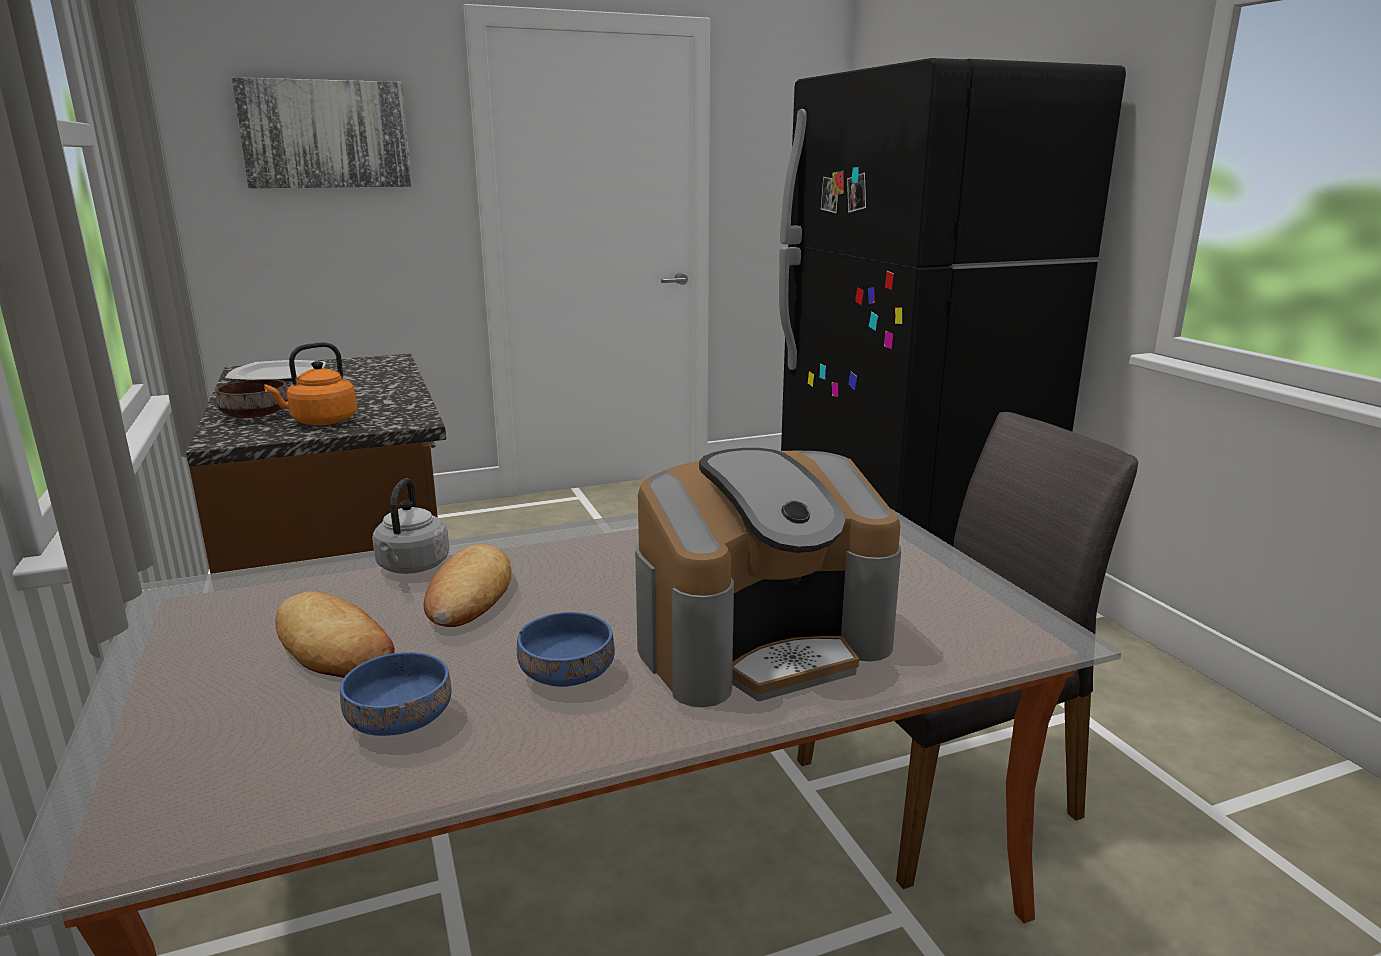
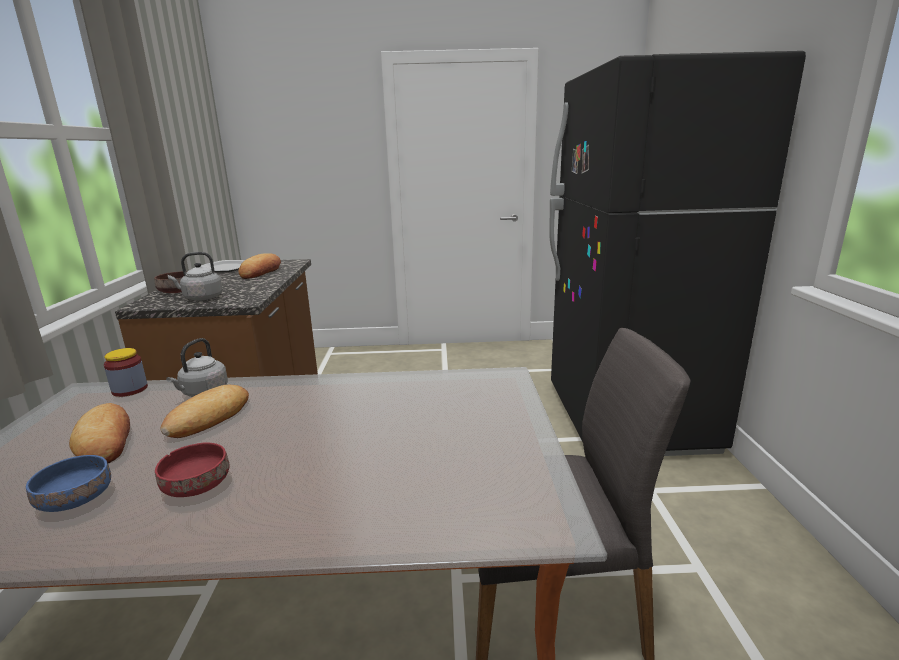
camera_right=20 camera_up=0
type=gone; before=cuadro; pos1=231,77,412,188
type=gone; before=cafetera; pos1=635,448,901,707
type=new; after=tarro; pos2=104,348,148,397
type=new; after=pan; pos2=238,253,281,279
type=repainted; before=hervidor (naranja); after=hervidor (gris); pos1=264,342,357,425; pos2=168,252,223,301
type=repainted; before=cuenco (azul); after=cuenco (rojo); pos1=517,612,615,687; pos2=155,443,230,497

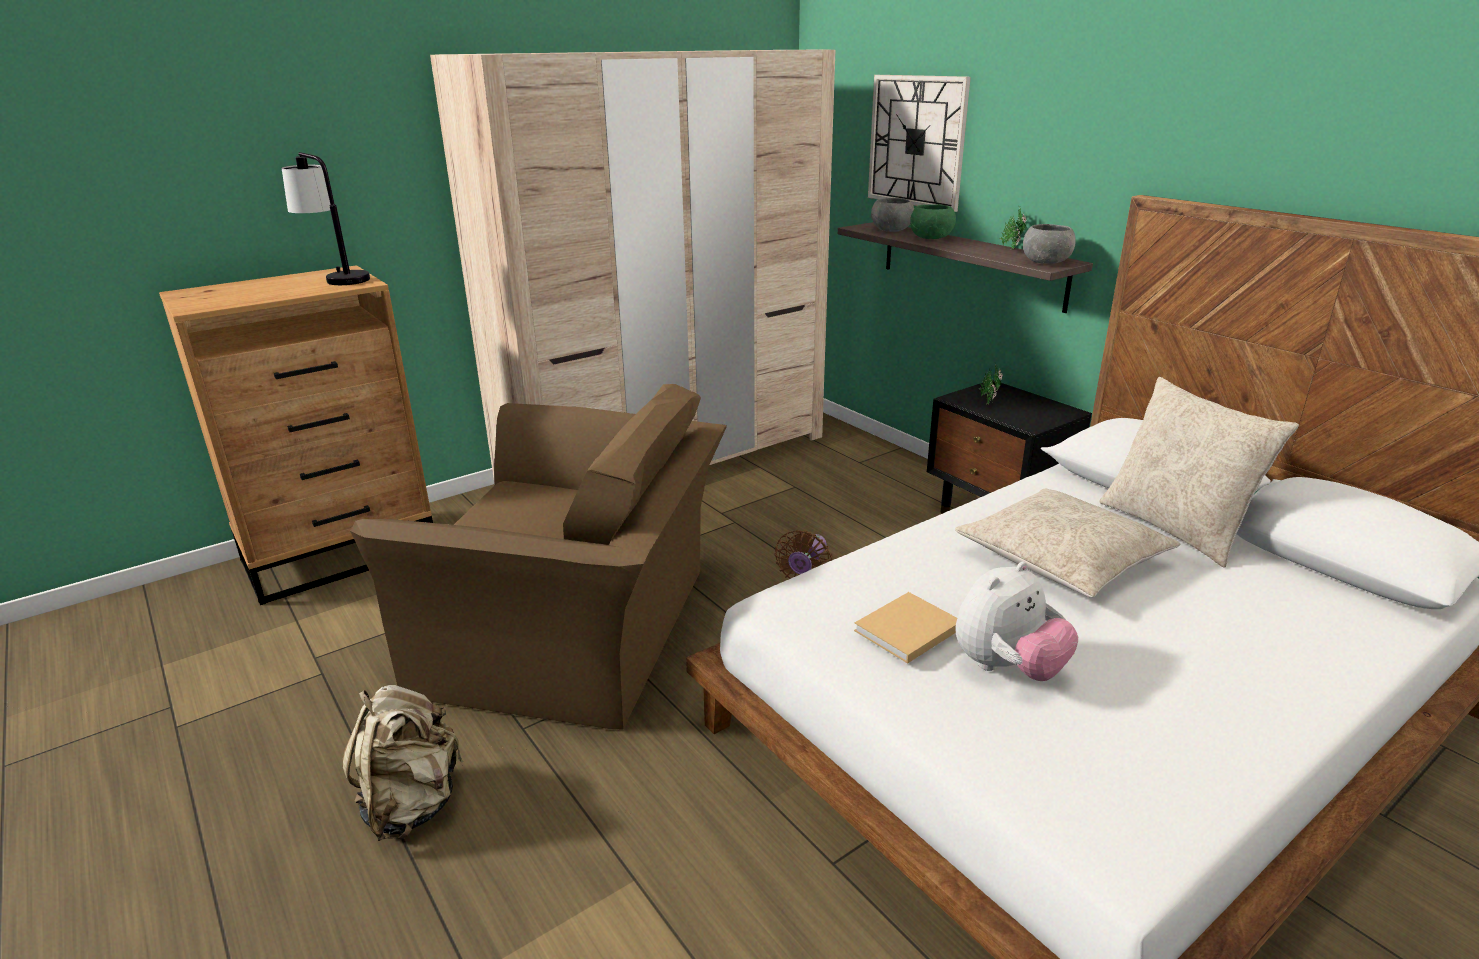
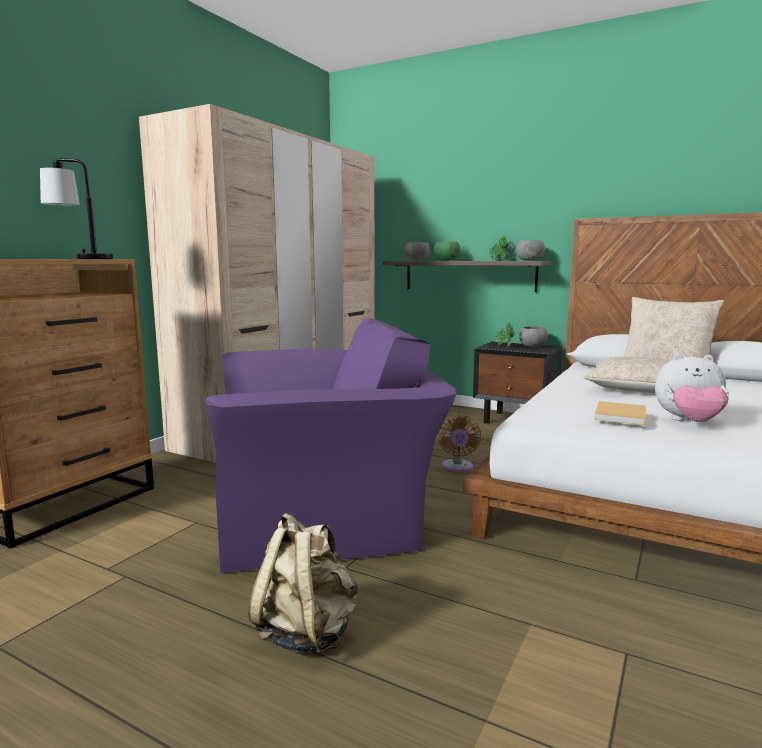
camera_right=-25 camera_up=-15
type=gone; before=reloj de pared; pos1=868,75,971,212
type=new; after=cuenco (gris); pos2=519,326,548,347
type=repainted; before=sillón (marrón); after=sillón (morado); pos1=350,384,727,730; pos2=205,318,456,573
type=rotated; before=peluche; pos1=955,561,1078,681; pos2=655,354,729,422; turn=75

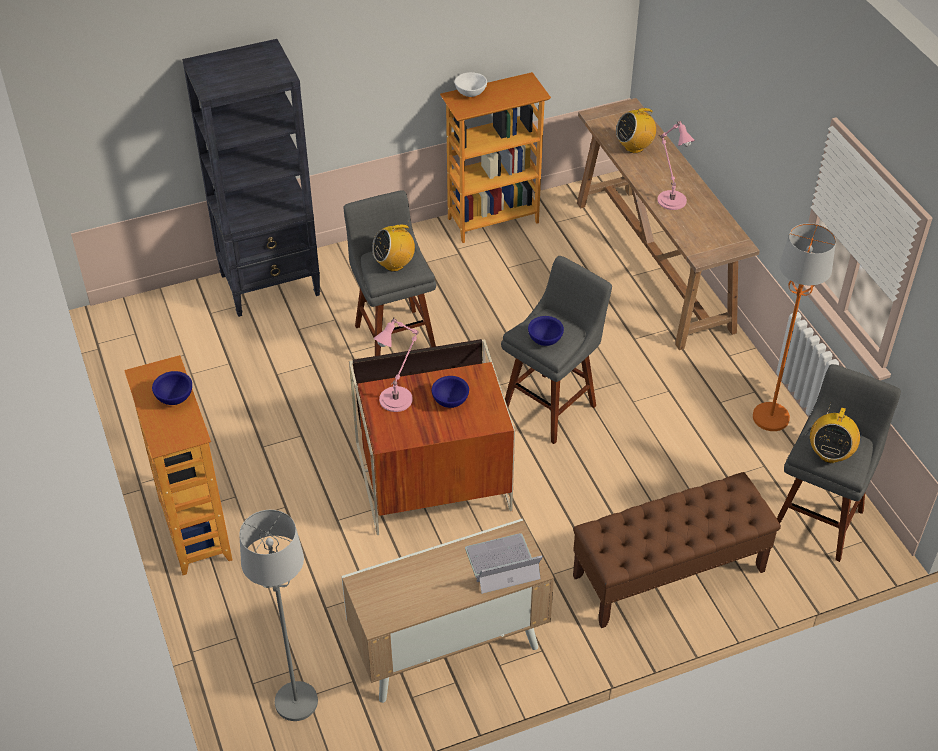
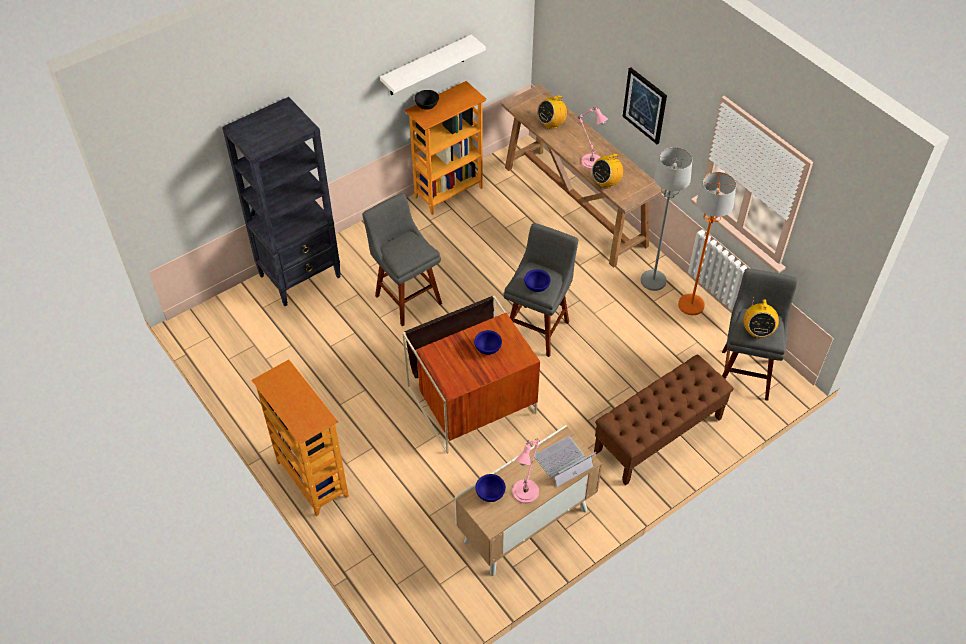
camera_right=-15 camera_up=5
type=new; after=estante (blanco); pos2=380,35,486,95
type=new; after=cuadro; pos2=622,68,667,144
type=shifted; before=cuenco (azul); pos1=152,371,192,405; pos2=475,474,506,502
type=shifted; before=lámpara de pie (gris); pos1=239,510,318,721; pos2=641,147,692,291
type=shifted; before=radio; pos1=372,223,415,272; pos2=592,150,623,189
type=shifted; before=lámpara de mesa (rosa); pos1=374,317,419,412; pos2=512,438,540,503
type=repainted; before=cuenco (blanco); after=cuenco (negro); pos1=455,72,487,97; pos2=415,90,439,110

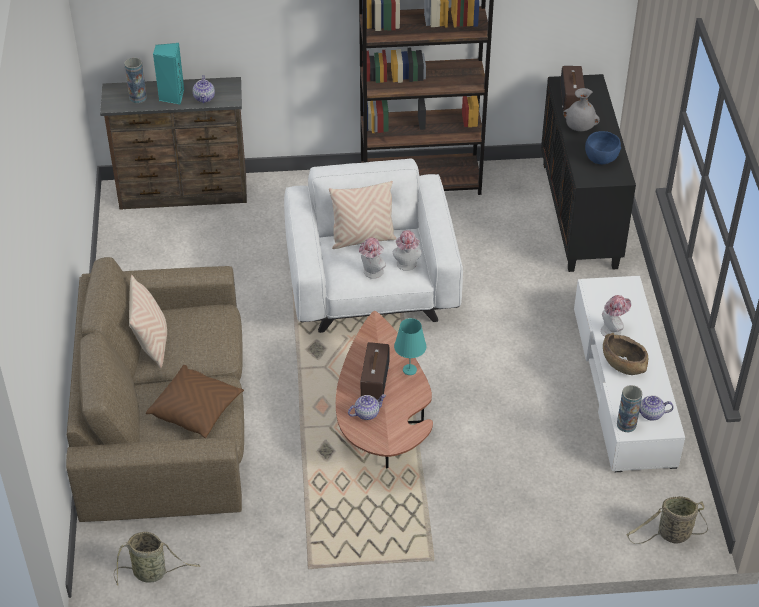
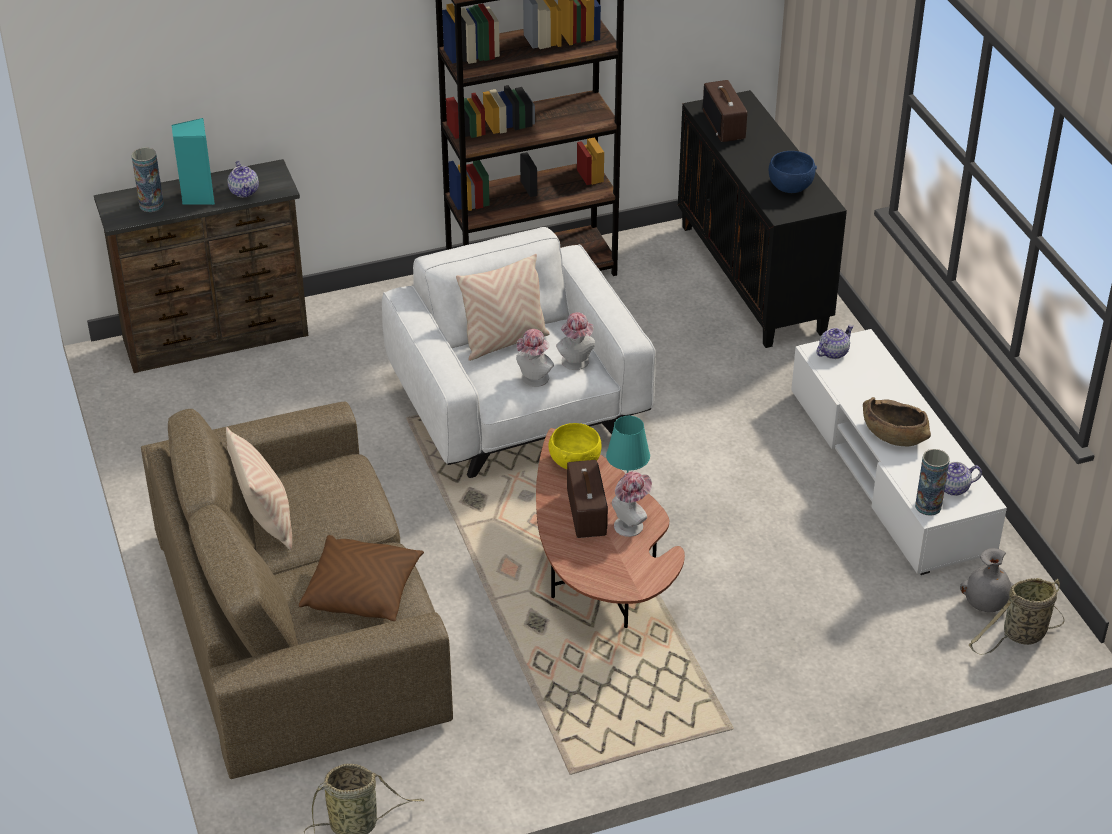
camera_right=-15 camera_up=-5
type=new; after=cuenco (amarillo); pos2=549,423,601,469
type=shifted; before=tetera; pos1=348,394,386,420; pos2=816,325,854,359
type=shifted; before=florero (gris); pos1=563,88,600,131; pos2=960,548,1014,612
type=shifted; before=sombrero; pos1=601,295,631,337; pos2=612,471,652,537

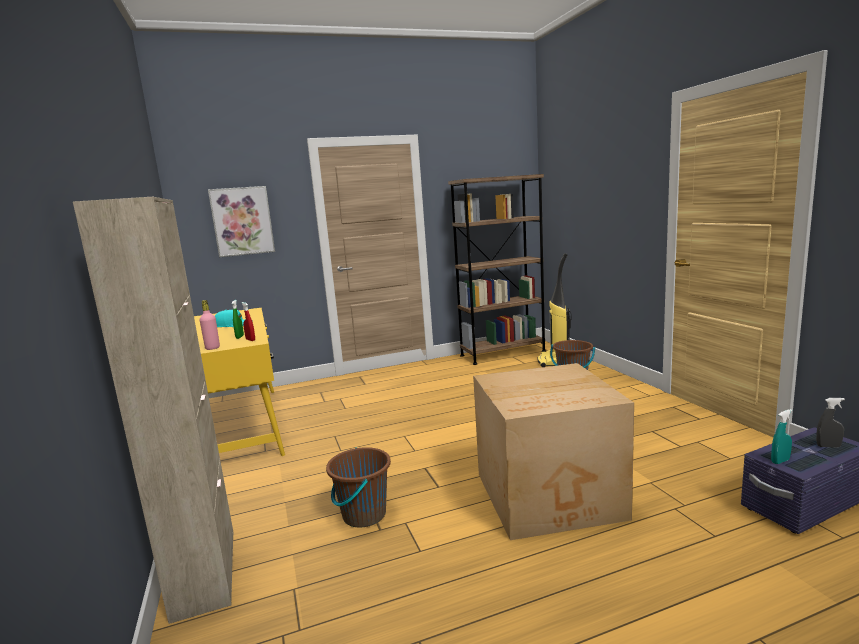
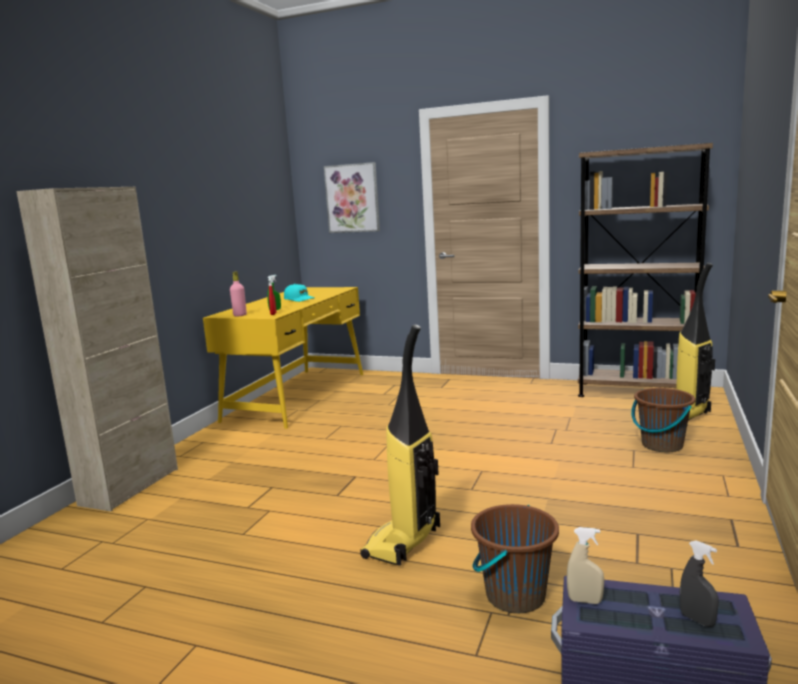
camera_right=40 camera_up=0
type=shifted; before=cubo (marrón); pos1=326,447,391,528; pos2=471,504,559,613
type=swapped; before=caja de cartón; after=aspiradora; pos1=473,363,634,540; pos2=360,325,440,566
type=repainted; before=pulverizador (turquesa); after=pulverizador (beis); pos1=771,409,792,464; pos2=567,527,604,604

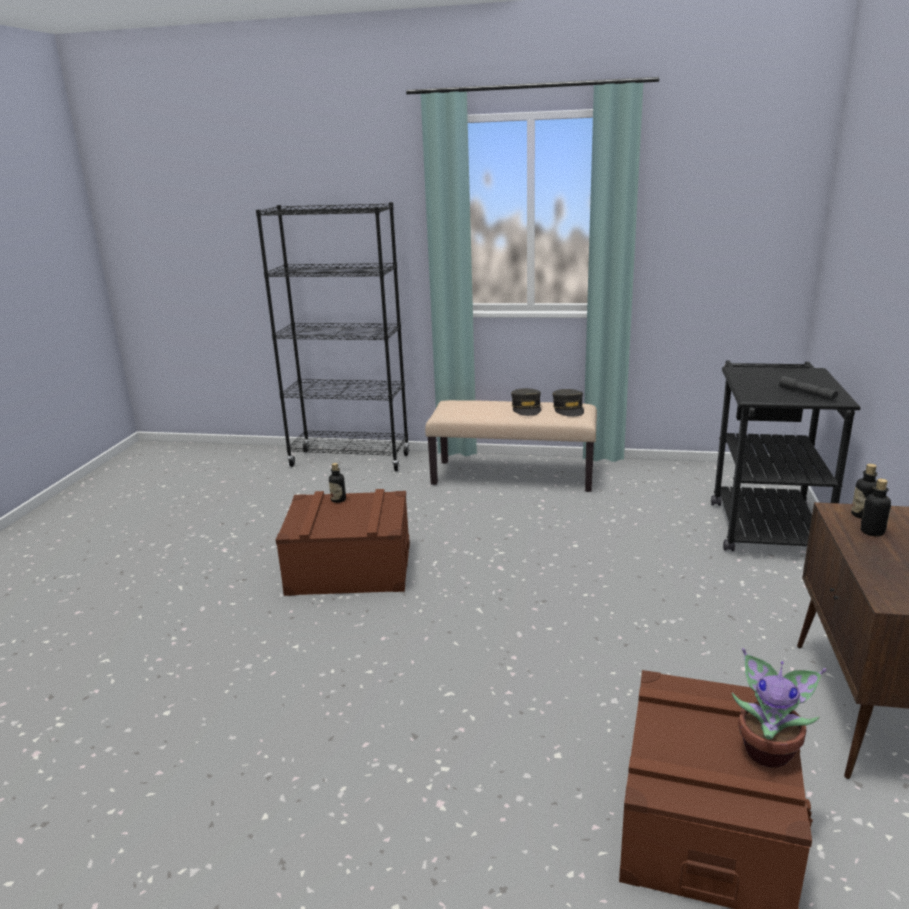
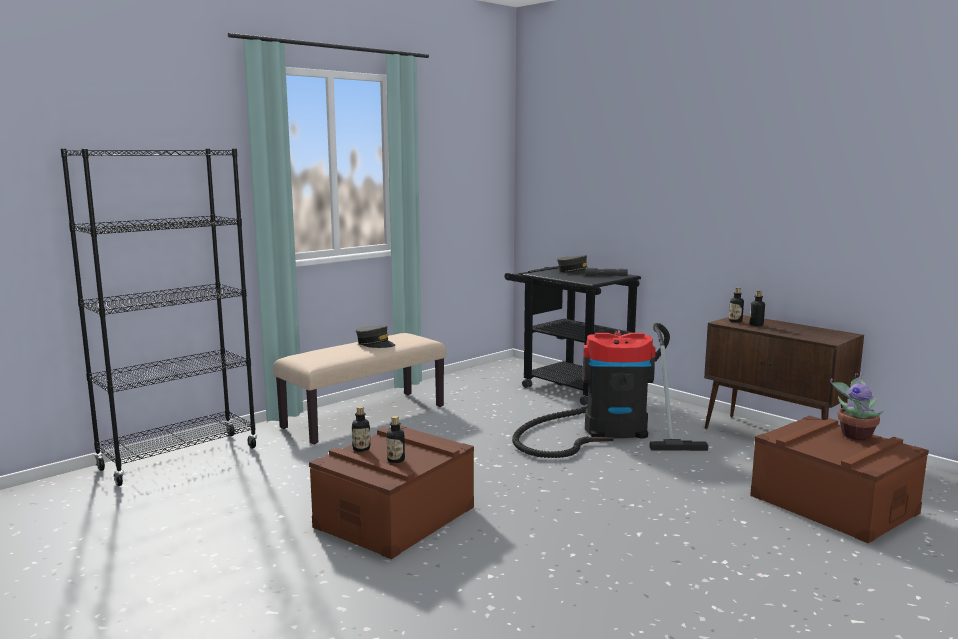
camera_right=-55 camera_up=-10
type=new; after=botella; pos2=387,416,405,463
type=new; after=aspiradora; pos2=512,323,708,458
type=shifted; before=gorra (gris); pos1=553,389,584,417; pos2=557,255,587,274

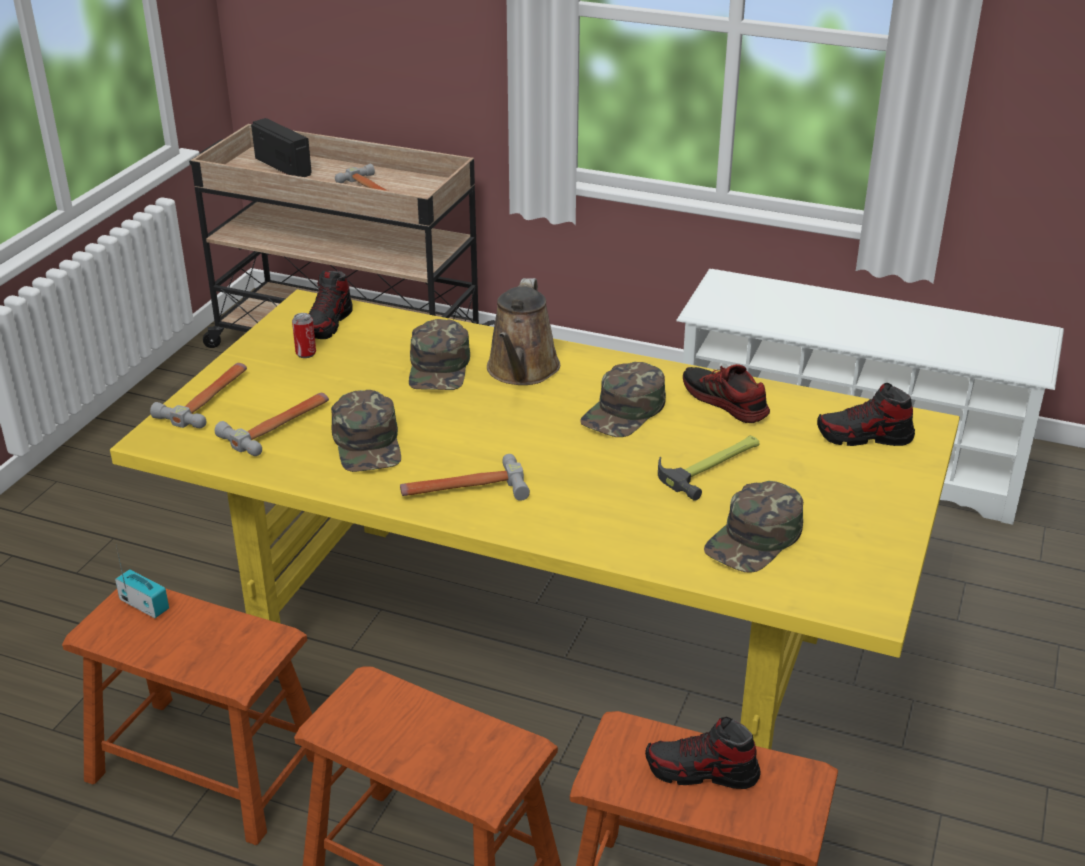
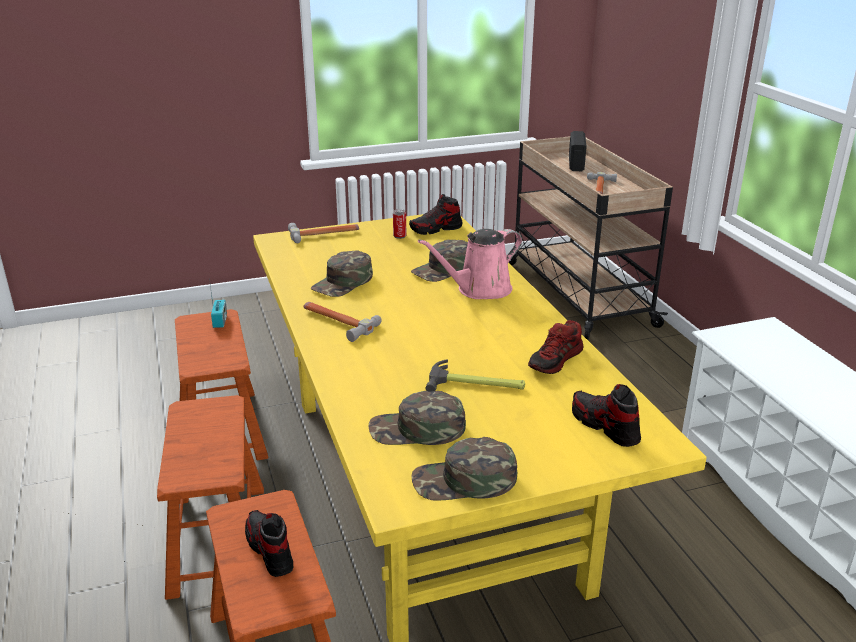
camera_right=50 camera_up=-5
type=gone; before=martillo; pos1=215,393,329,456
type=shifted; before=gorra (verde); pos1=580,362,666,437; pos2=411,437,517,501
type=repainted; before=regadera (marrón); after=regadera (rosa); pos1=487,278,560,385; pos2=418,229,522,299
type=rotated; before=zapato; pos1=683,364,770,423; pos2=528,320,584,374; turn=-150

